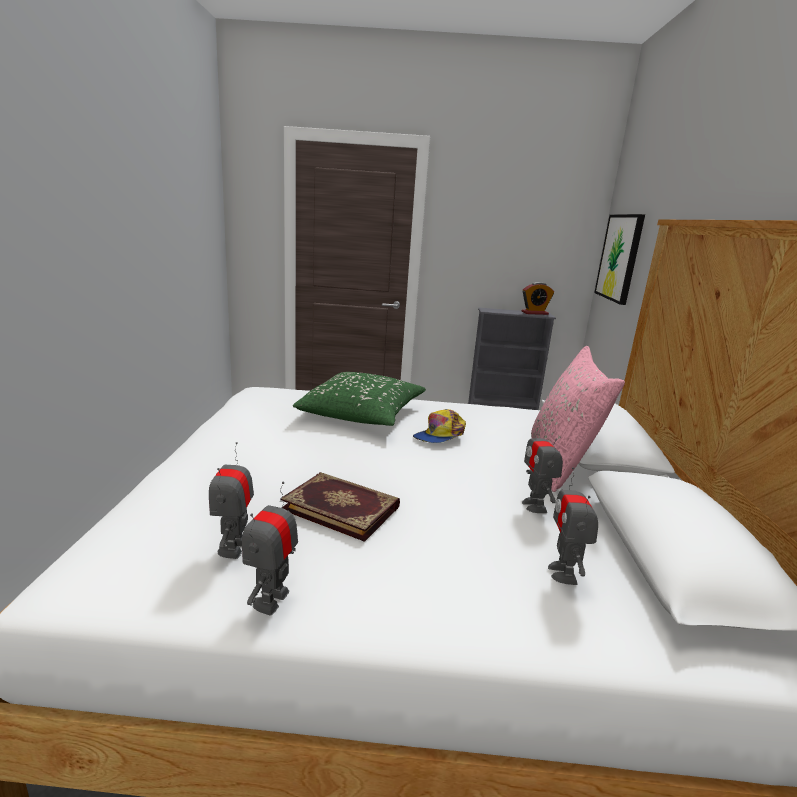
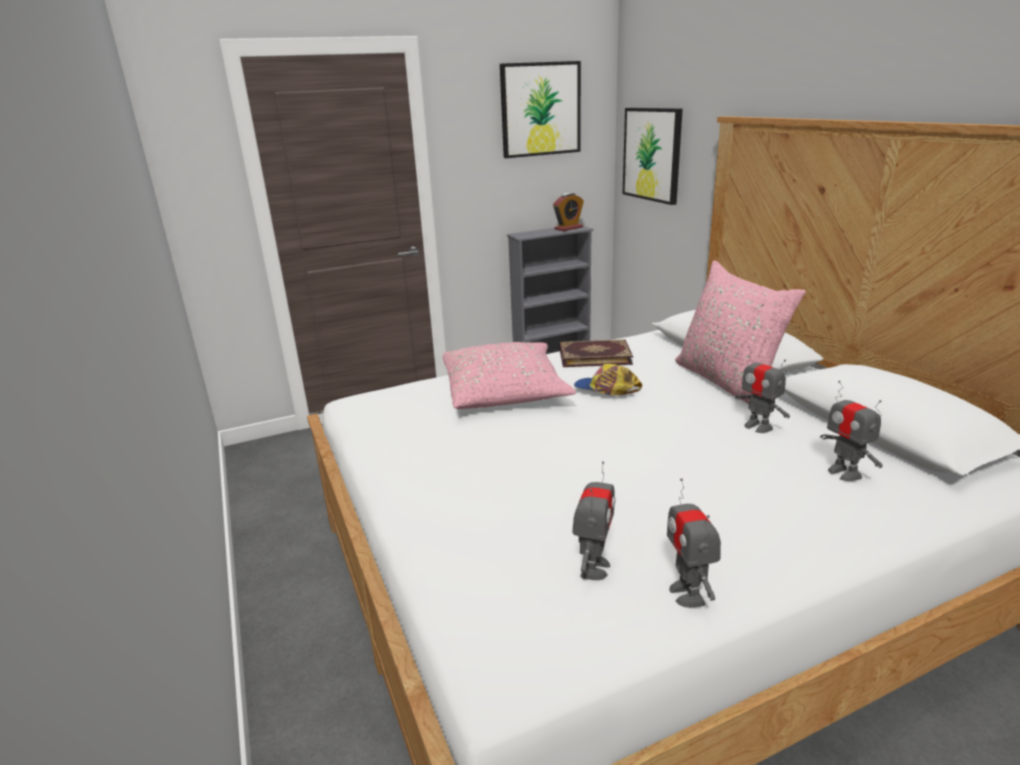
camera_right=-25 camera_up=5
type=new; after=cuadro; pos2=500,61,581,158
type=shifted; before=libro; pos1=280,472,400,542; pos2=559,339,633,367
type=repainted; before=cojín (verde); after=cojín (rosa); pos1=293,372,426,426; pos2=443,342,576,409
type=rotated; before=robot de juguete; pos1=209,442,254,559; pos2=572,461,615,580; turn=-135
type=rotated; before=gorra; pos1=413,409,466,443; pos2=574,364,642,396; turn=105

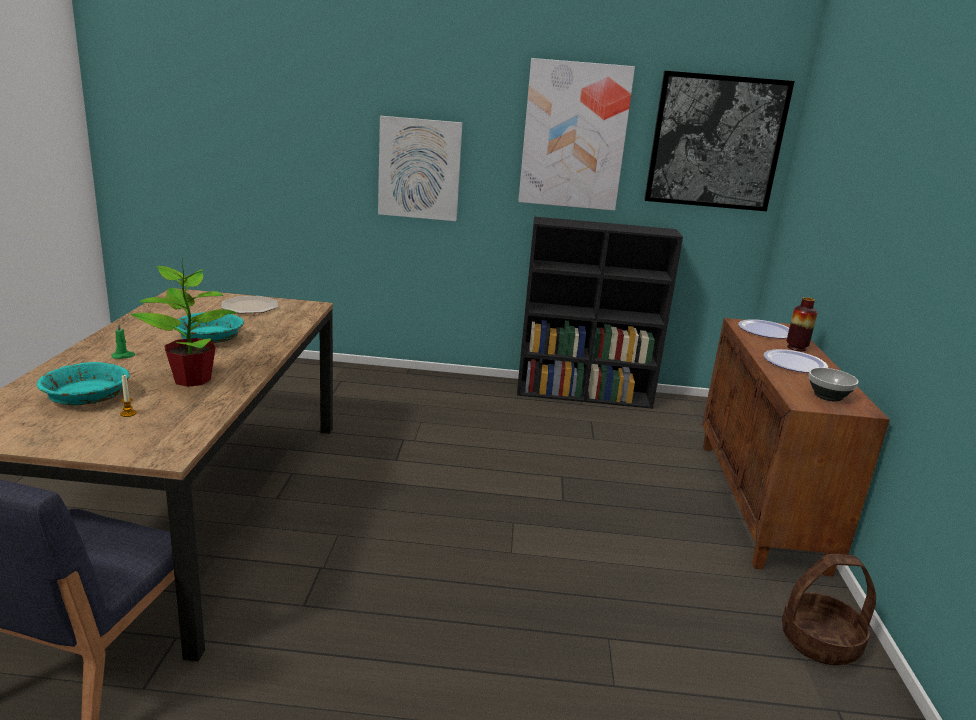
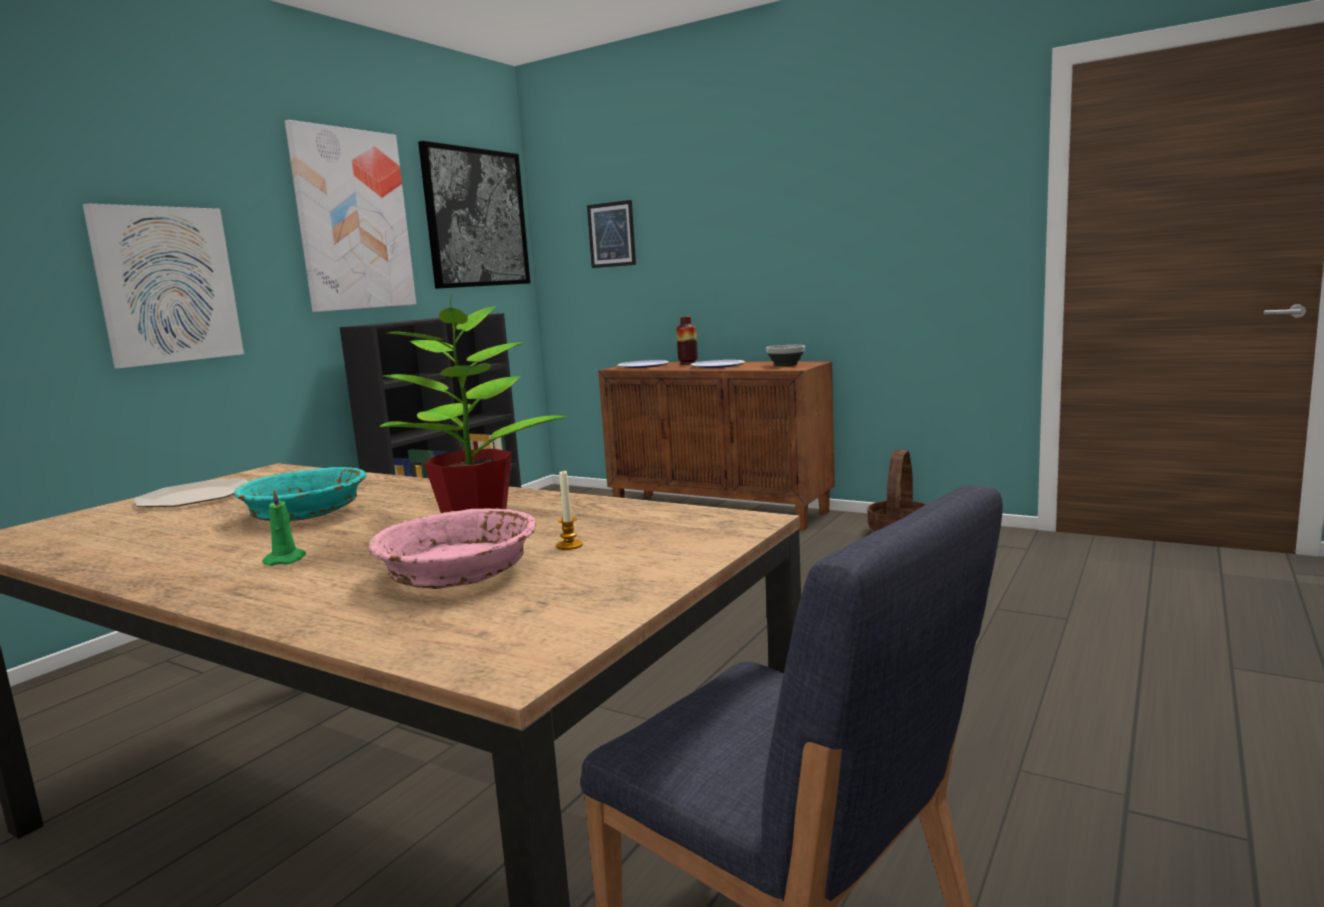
camera_right=-60 camera_up=-10
type=new; after=cuadro; pos2=587,200,636,268
type=repainted; before=cuenco (turquesa); after=cuenco (rosa); pos1=37,362,130,406; pos2=369,508,536,589

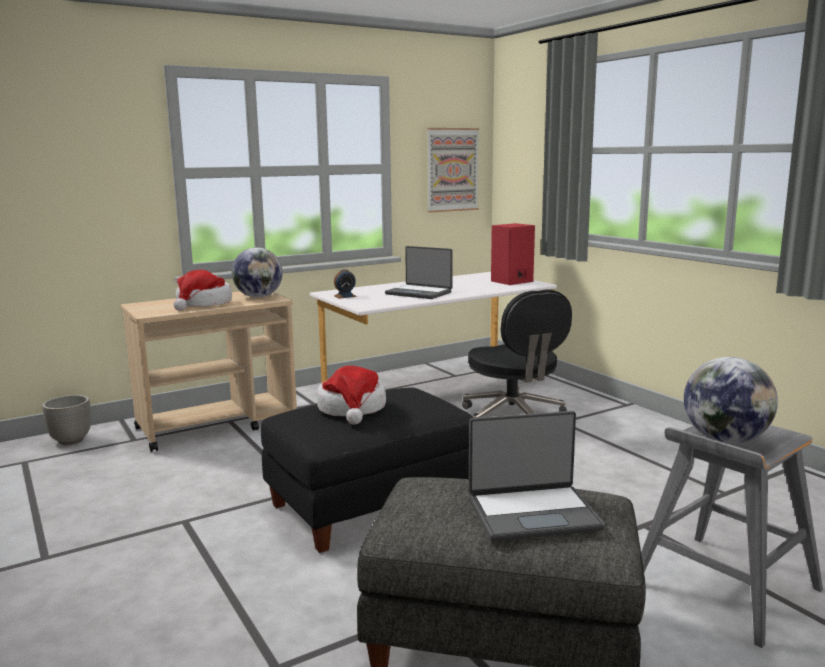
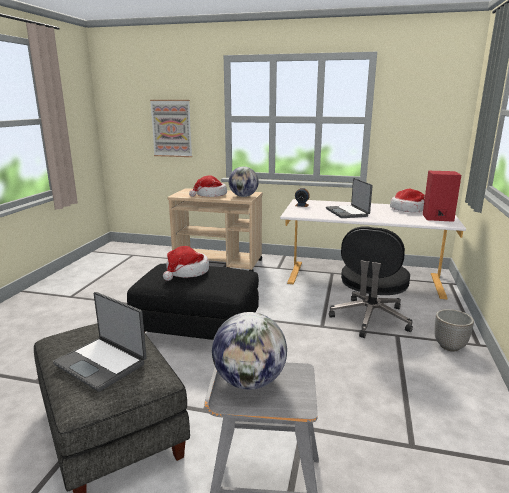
camera_right=45 camera_up=5
type=new; after=sombrero; pos2=390,189,425,213
type=shifted; before=maceta; pos1=42,395,91,445; pos2=435,309,474,352
type=shifted; before=cuadro; pos1=427,128,479,213; pos2=150,100,192,157

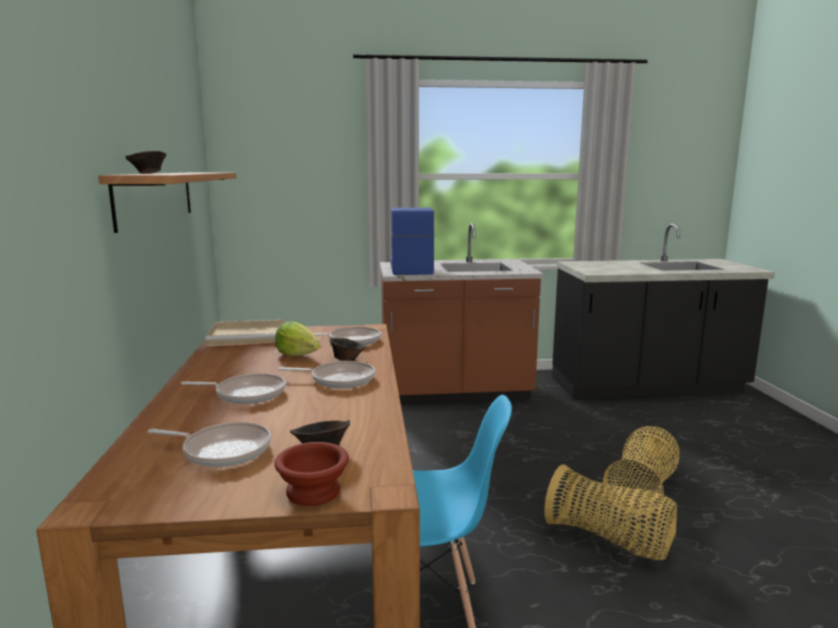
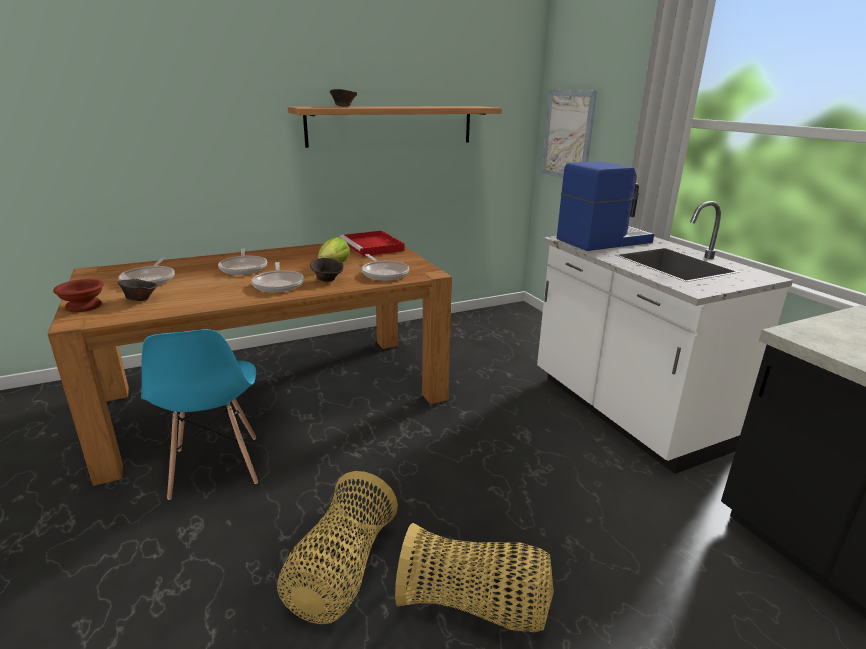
camera_right=70 camera_up=10
type=new; after=cuadro; pos2=542,90,597,178
type=repainted; before=bandeja (beis); after=bandeja (rojo); pos1=205,320,284,347; pos2=340,230,405,257
type=repainted; before=mueble bajo de cocina (marrón); after=mueble bajo de cocina (blanco); pos1=380,223,544,405; pos2=537,201,793,474

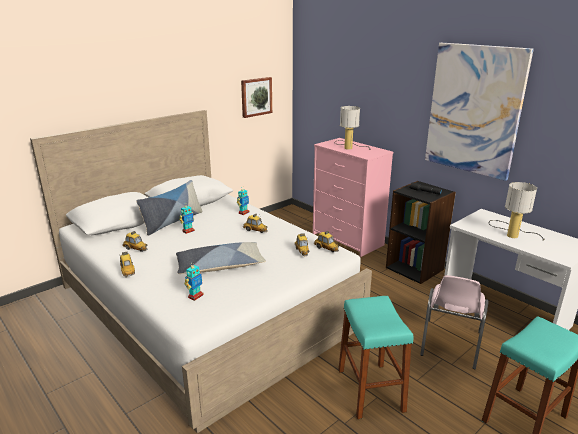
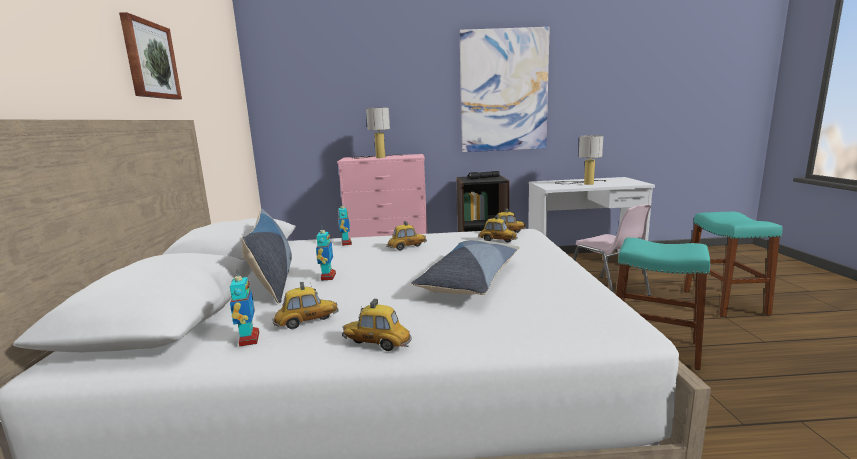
camera_right=-50 camera_up=-10
type=shifted; before=robot de juguete; pos1=184,262,204,301; pos2=230,269,259,347
type=shifted; before=cuadro; pos1=241,77,272,118; pos2=119,12,182,100

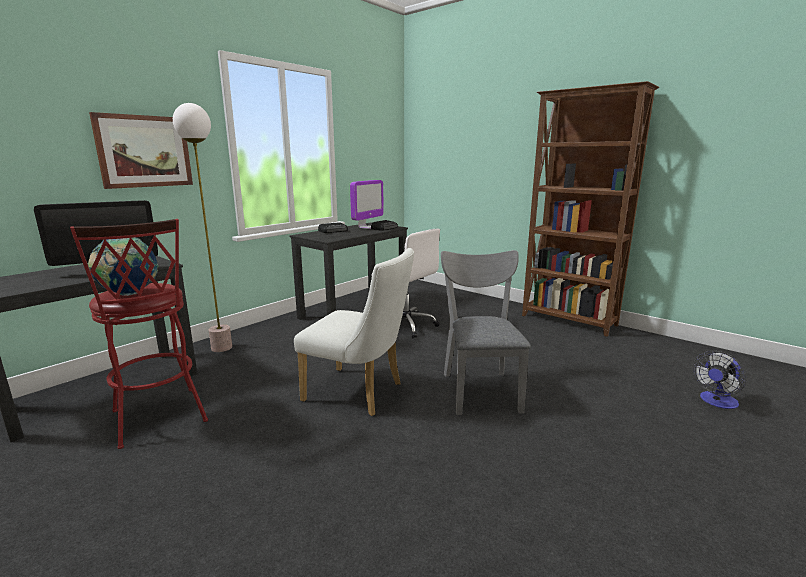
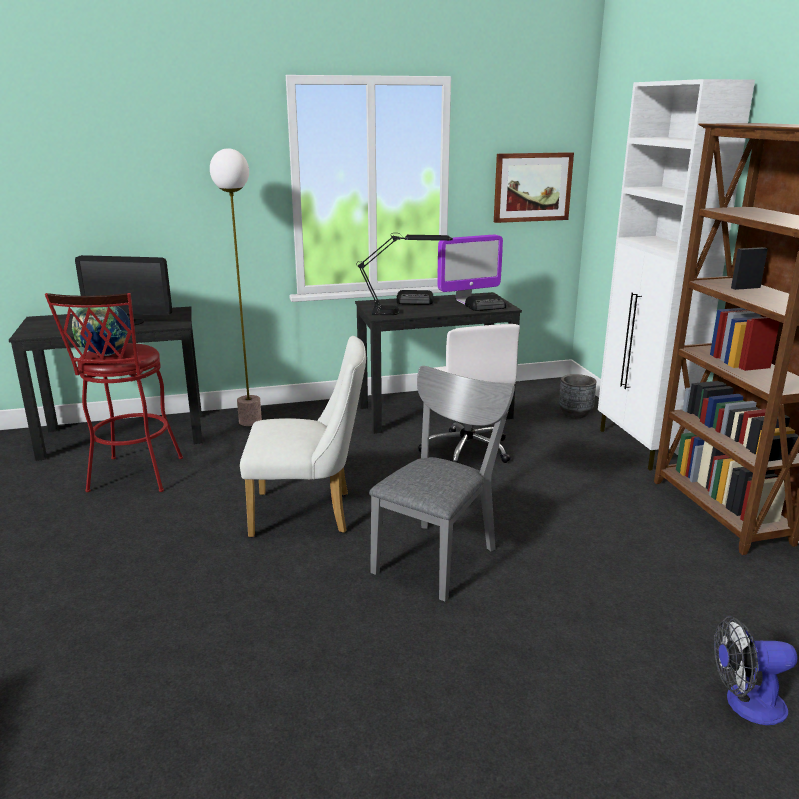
camera_right=35 camera_up=5
type=new; after=lámpara de mesa (negro); pos2=356,233,453,315
type=new; after=maceta (gris); pos2=559,374,596,418
type=new; after=armario (blanco); pos2=598,79,755,471
type=shifted; before=cuadro; pos1=89,112,193,189; pos2=494,152,574,223
type=rotated; before=silla (blanco); pos1=294,248,414,416; pos2=240,336,366,538; turn=-60

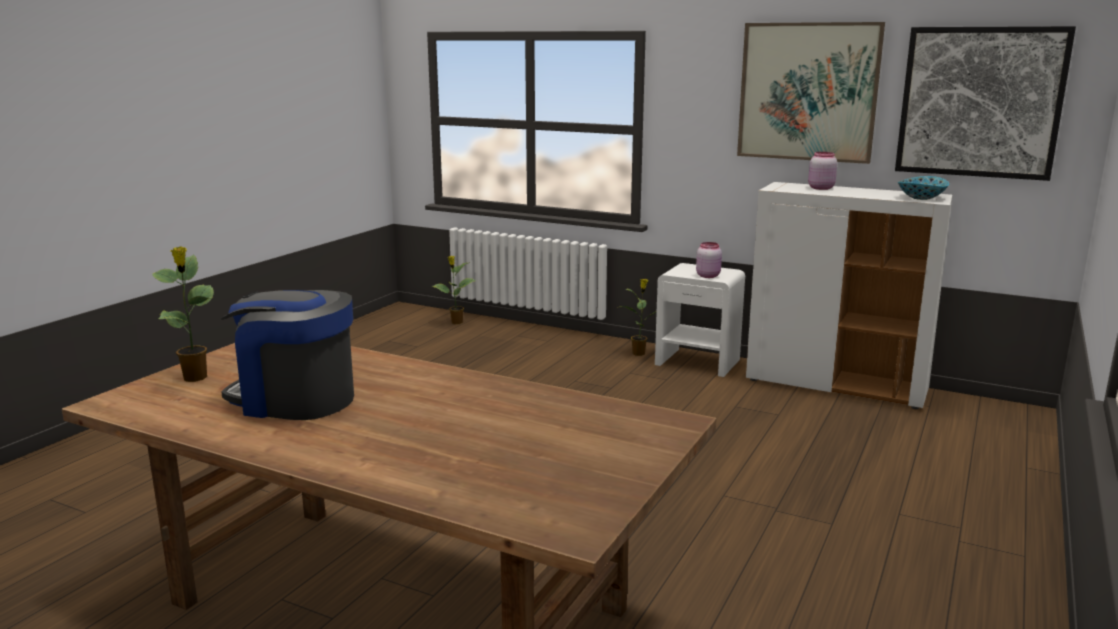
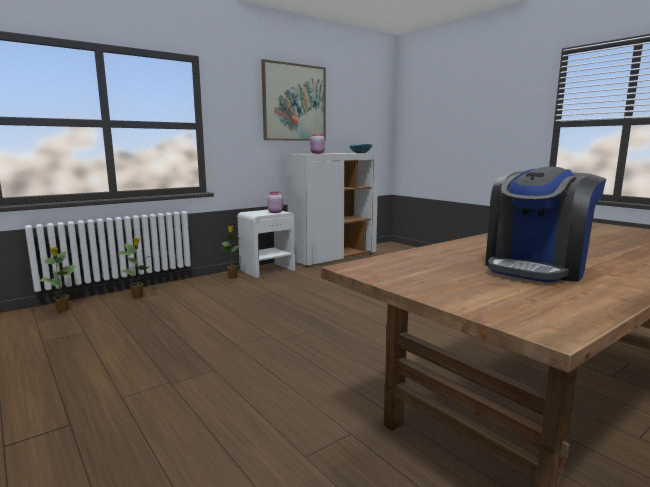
camera_right=-65 camera_up=-5
type=gone; before=cuadro; pos1=895,26,1076,181
type=shifted; before=planta en maceta; pos1=153,246,214,382; pos2=117,238,151,298

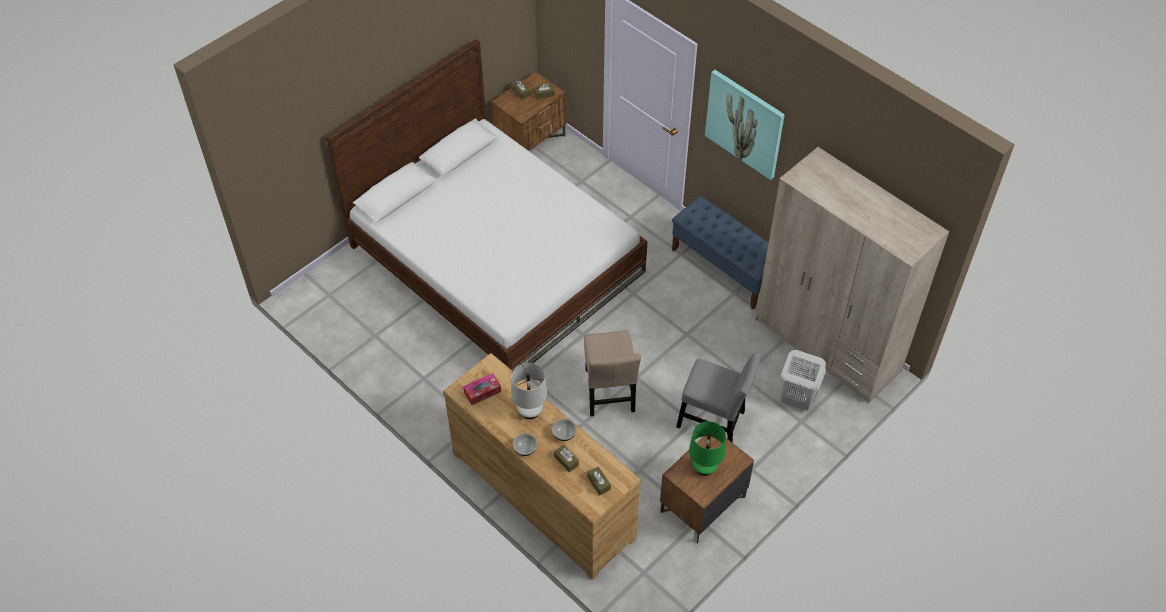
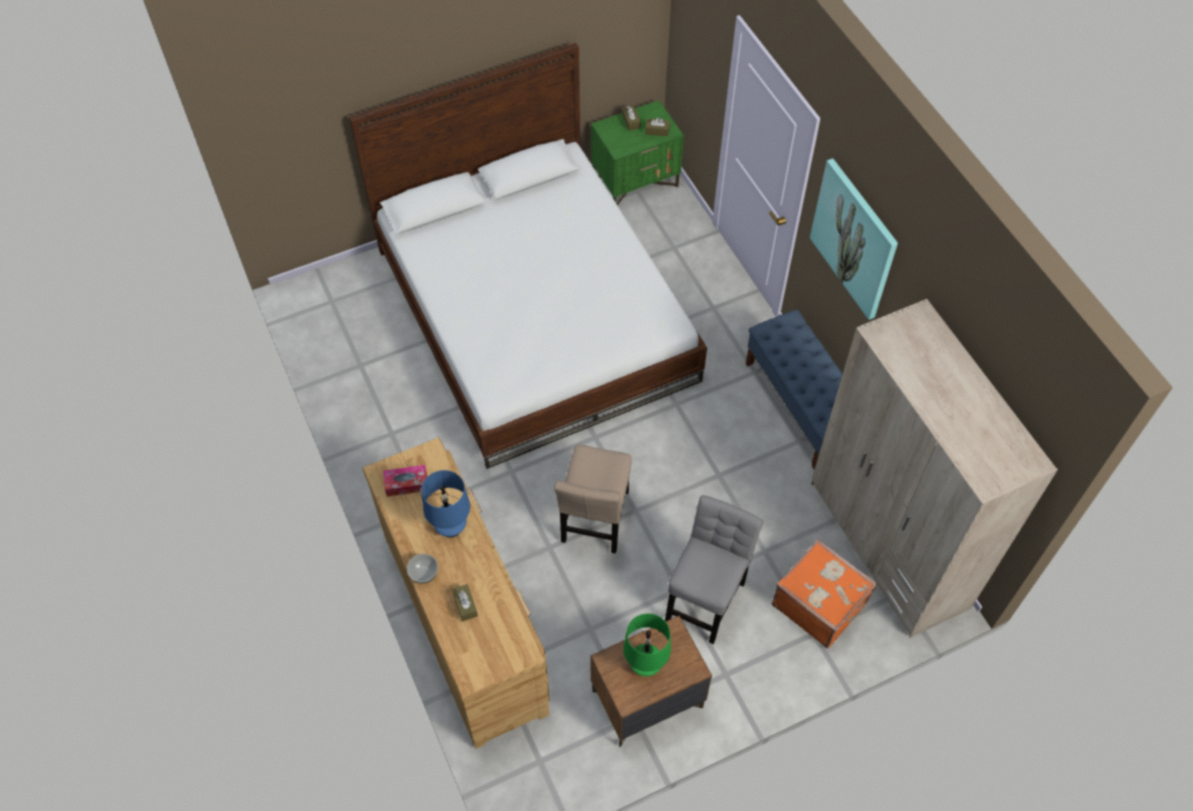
camera_right=20 camera_up=5
type=gone; before=cuenco; pos1=552,419,576,441
type=gone; before=caja de pañuelos (marrón); pos1=587,466,611,495
type=swapped; before=cesto de la ropa (blanco); after=maleta (naranja); pos1=780,350,826,411; pos2=772,539,877,648
type=repainted; before=mesita de noche (marrón); after=mesita de noche (verde); pos1=491,71,566,151; pos2=591,100,684,205
type=repainted; before=lámpara de mesa (blanco); after=lámpara de mesa (azul); pos1=511,363,547,419; pos2=421,470,470,538
type=rotated; before=silla (gris); pos1=676,352,761,443; pos2=665,495,763,644; turn=-105

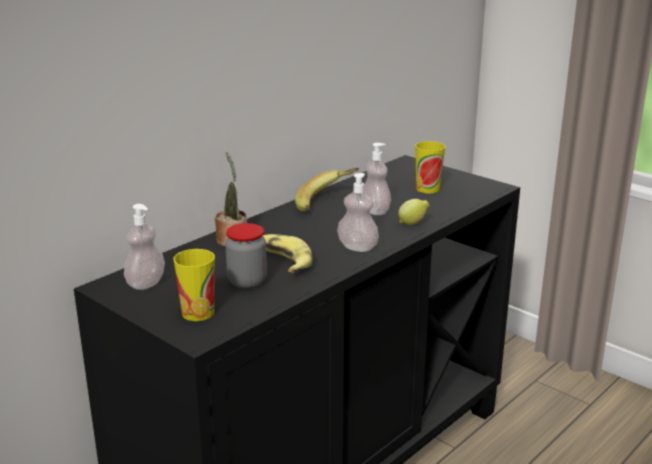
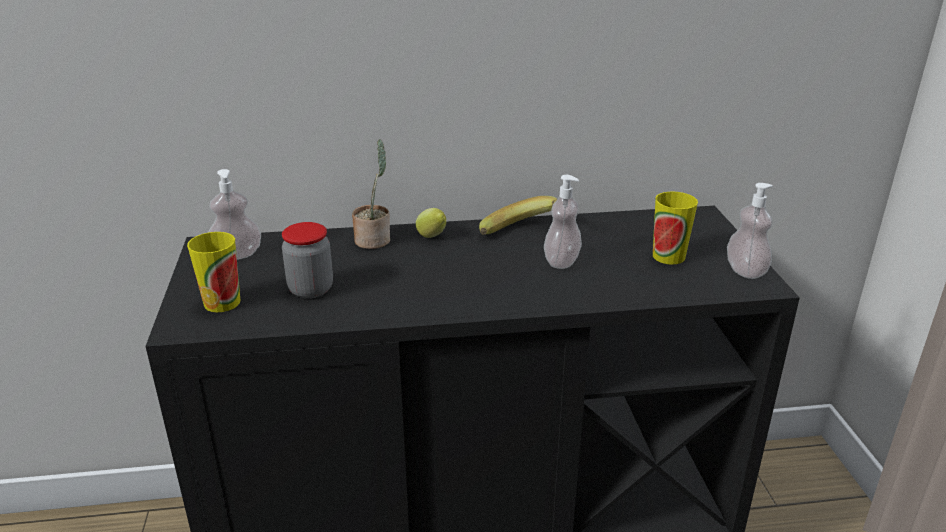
camera_right=40 camera_up=5
type=gone; before=plátano; pos1=263,234,312,273
type=shifted; before=dispensador de jabón; pos1=337,173,379,252; pos2=727,183,773,279
type=shifted; before=limón; pos1=398,199,430,225; pos2=416,208,446,238

